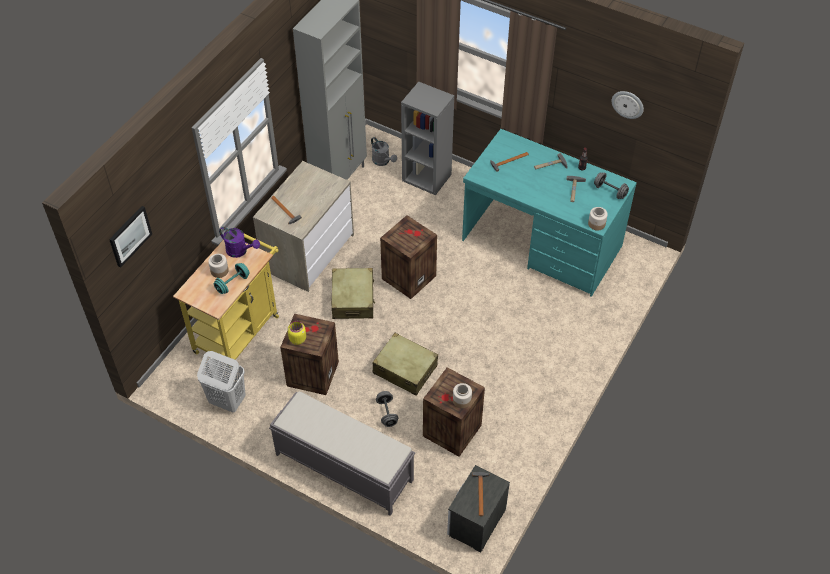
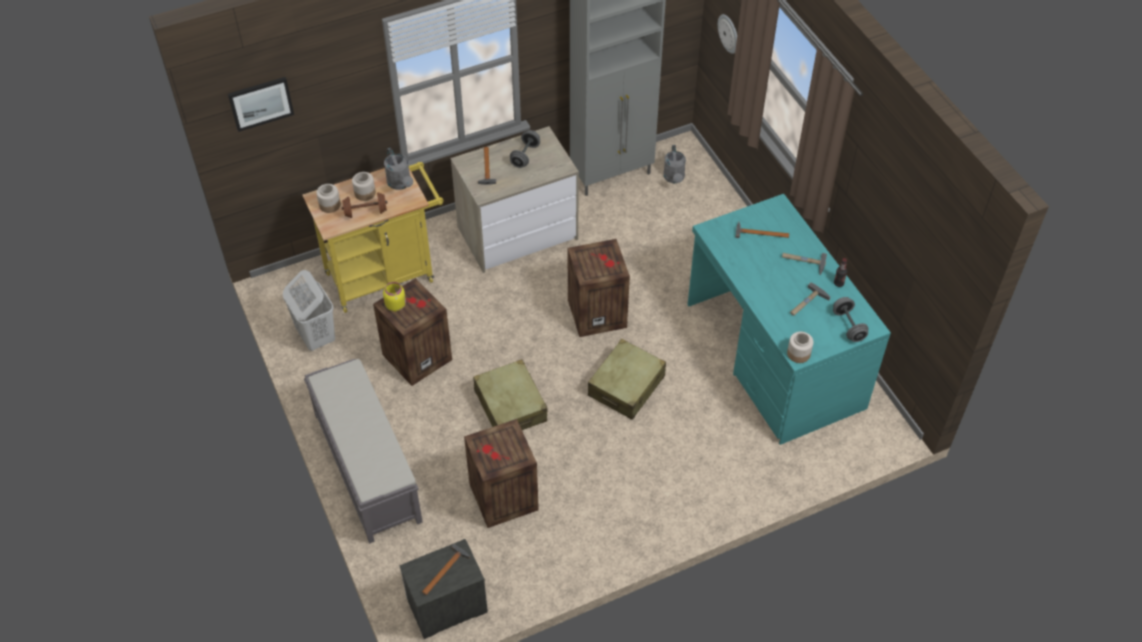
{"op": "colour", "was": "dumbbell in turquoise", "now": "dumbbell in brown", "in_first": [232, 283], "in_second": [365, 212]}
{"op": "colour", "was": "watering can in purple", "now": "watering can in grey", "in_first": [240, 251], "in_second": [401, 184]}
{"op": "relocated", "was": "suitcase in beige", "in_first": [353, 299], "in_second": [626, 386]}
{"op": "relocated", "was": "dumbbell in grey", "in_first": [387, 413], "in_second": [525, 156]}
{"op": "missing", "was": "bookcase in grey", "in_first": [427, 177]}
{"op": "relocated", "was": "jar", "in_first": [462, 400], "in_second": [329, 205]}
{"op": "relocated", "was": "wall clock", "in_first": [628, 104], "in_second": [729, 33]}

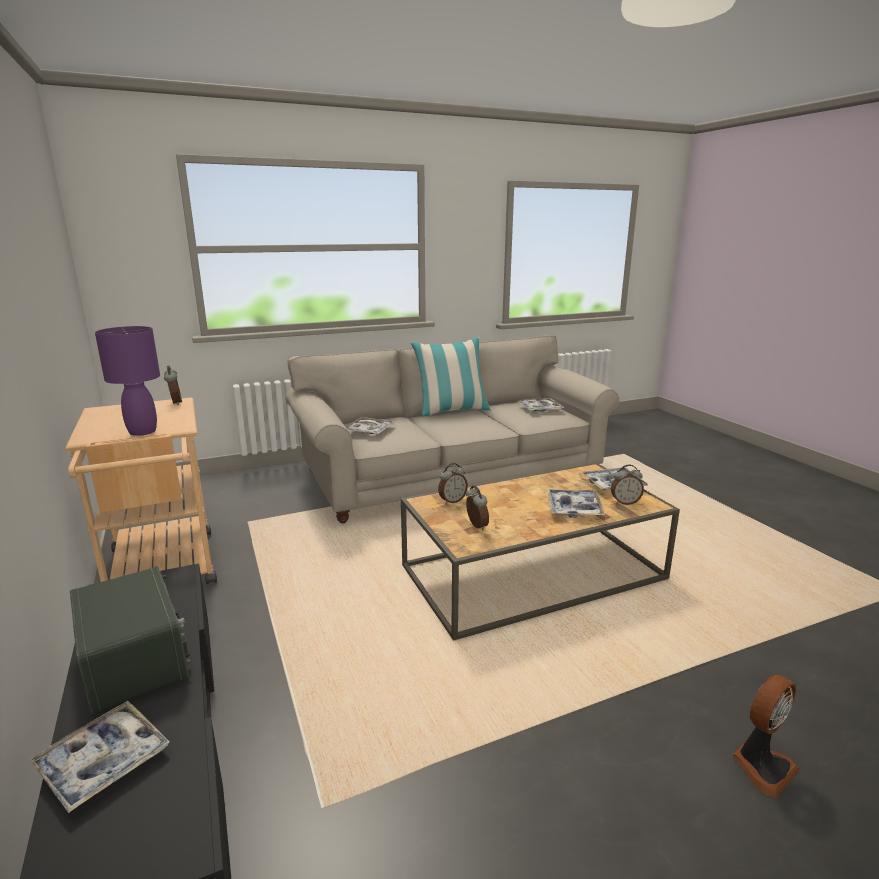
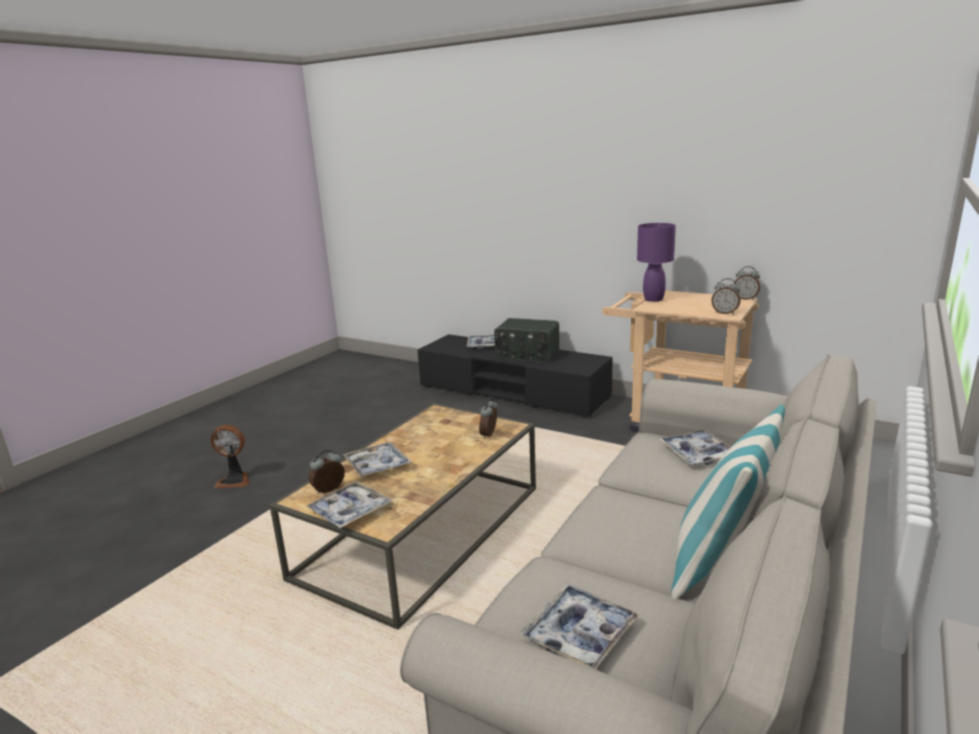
{"op": "relocated", "was": "alarm clock", "in_first": [475, 526], "in_second": [745, 299]}
{"op": "spun", "was": "fan", "in_first": [761, 766], "in_second": [235, 480], "clockwise": -105}

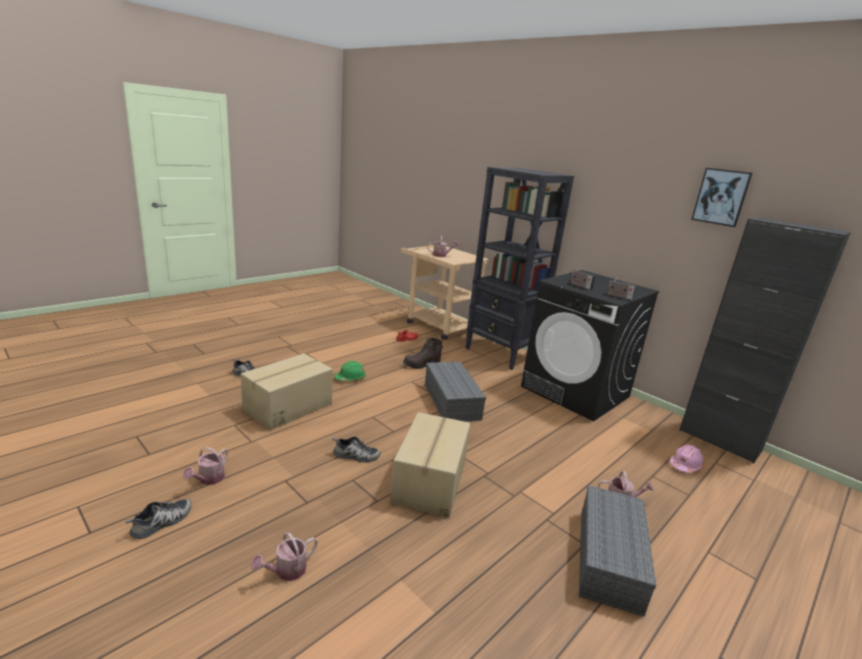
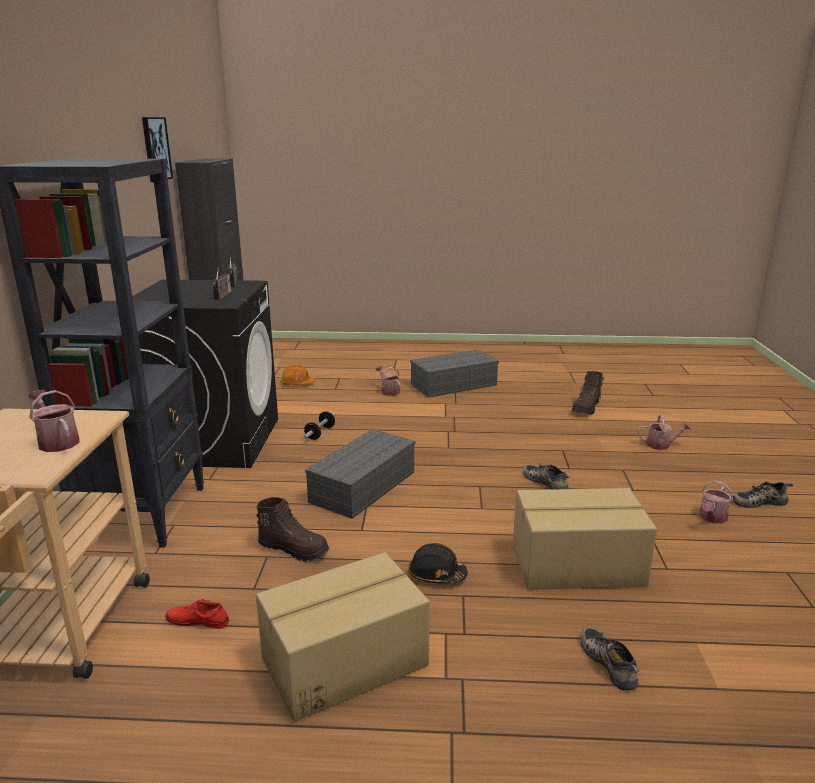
{"op": "spun", "was": "watering can", "in_first": [209, 479], "in_second": [711, 518], "clockwise": 150}
{"op": "colour", "was": "hard hat in green", "now": "hard hat in black", "in_first": [350, 378], "in_second": [436, 575]}
{"op": "relocated", "was": "cardboard box", "in_first": [431, 481], "in_second": [343, 661]}
{"op": "colour", "was": "hard hat in pink", "now": "hard hat in orange", "in_first": [685, 465], "in_second": [297, 383]}
{"op": "appeared", "now": "dumbbell", "in_second": [320, 433]}
{"op": "appeared", "now": "boot in brown", "in_second": [586, 408]}

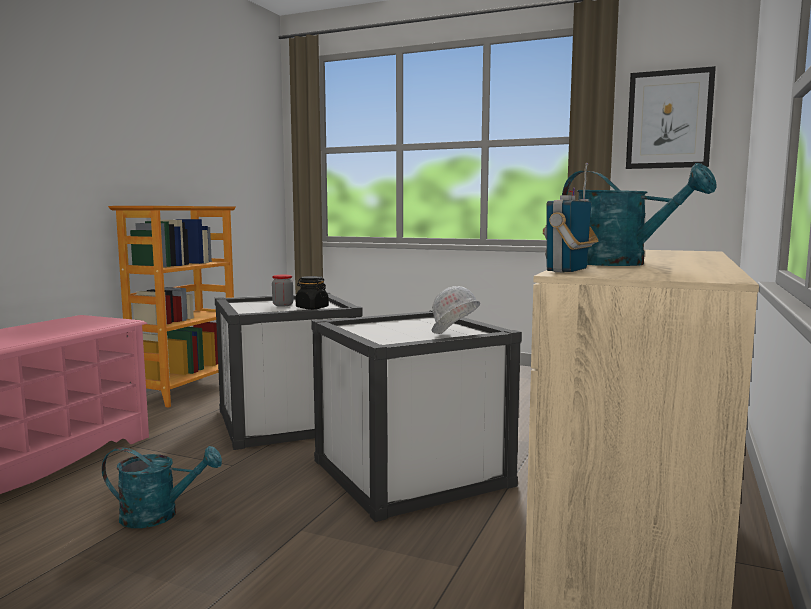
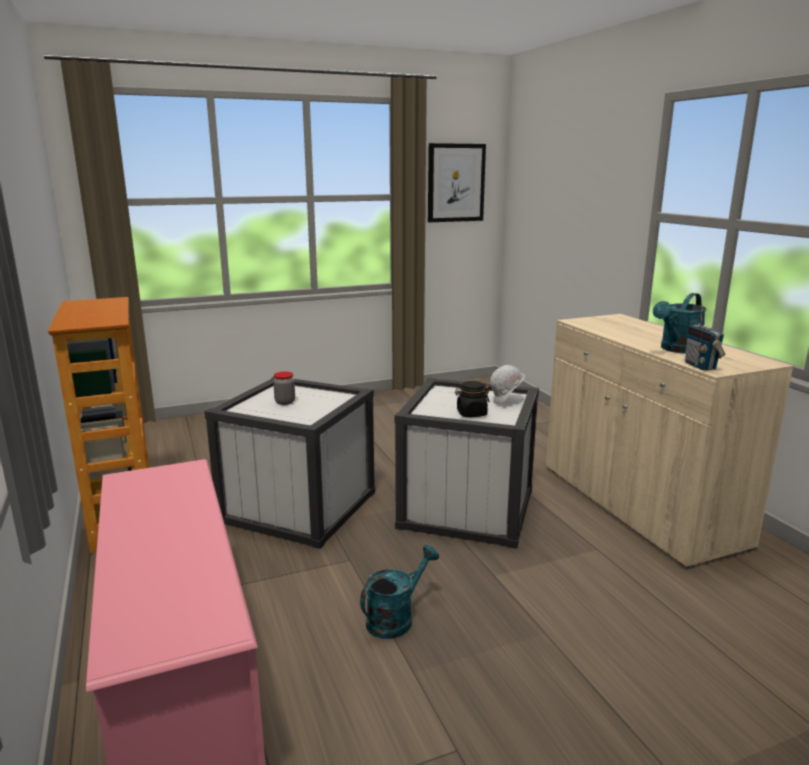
{"op": "relocated", "was": "jar in black", "in_first": [312, 308], "in_second": [471, 413]}
{"op": "spun", "was": "watering can in turquoise", "in_first": [622, 264], "in_second": [677, 350], "clockwise": 135}

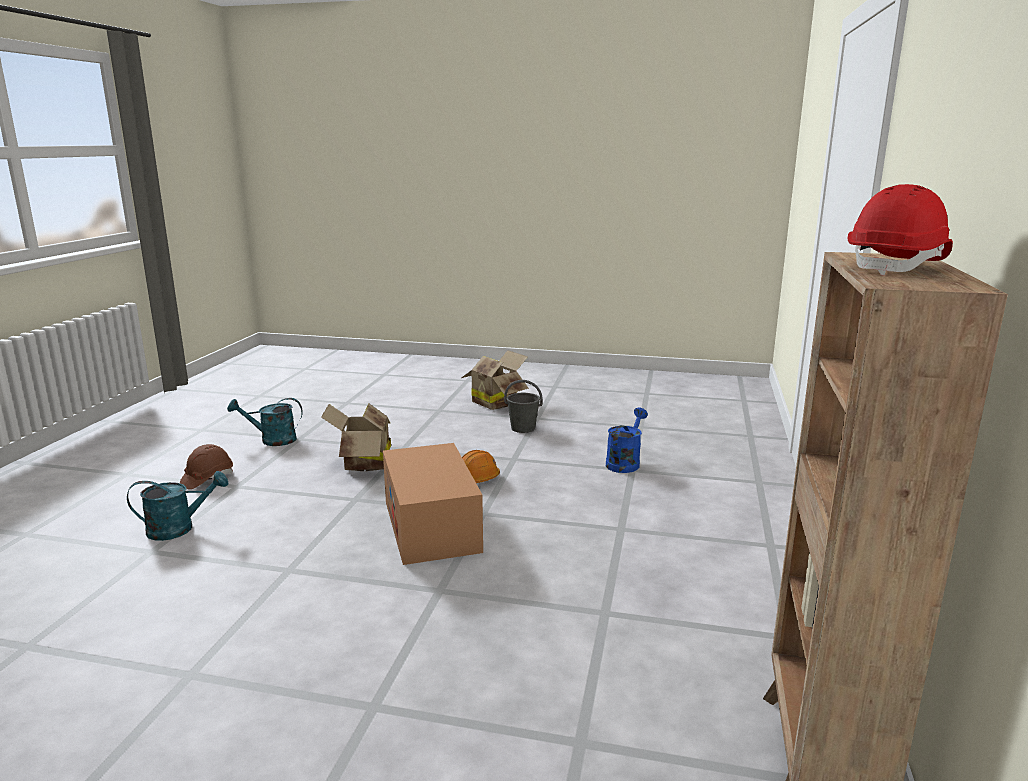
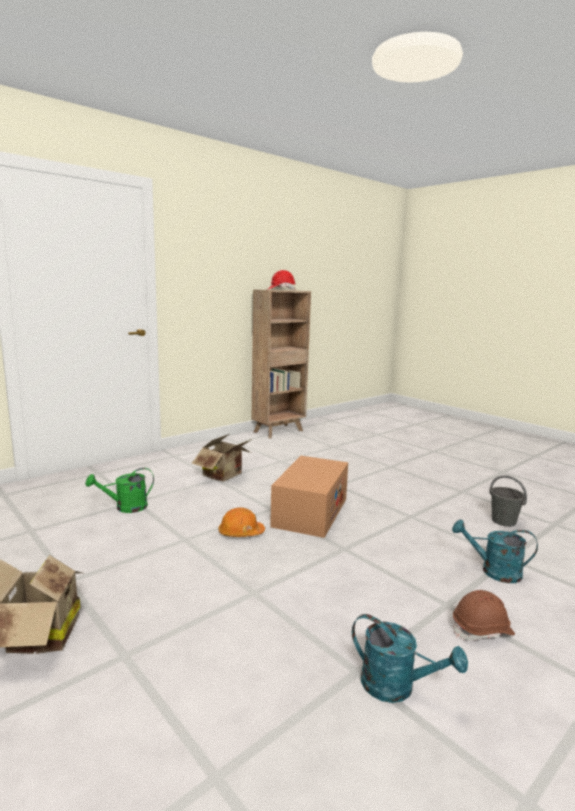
{"op": "relocated", "was": "cardboard box", "in_first": [363, 464], "in_second": [225, 476]}
{"op": "relocated", "was": "bucket in grey", "in_first": [523, 428], "in_second": [503, 521]}
{"op": "colour", "was": "watering can in blue", "now": "watering can in green", "in_first": [625, 462], "in_second": [125, 507]}

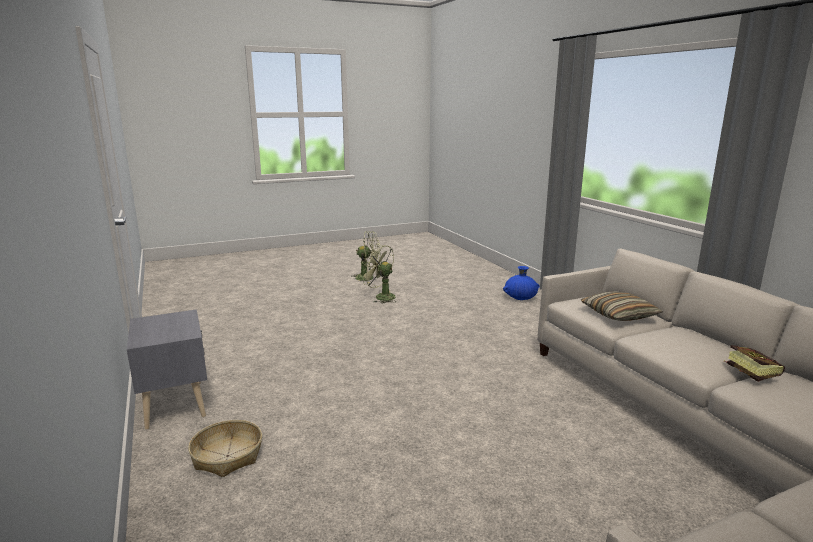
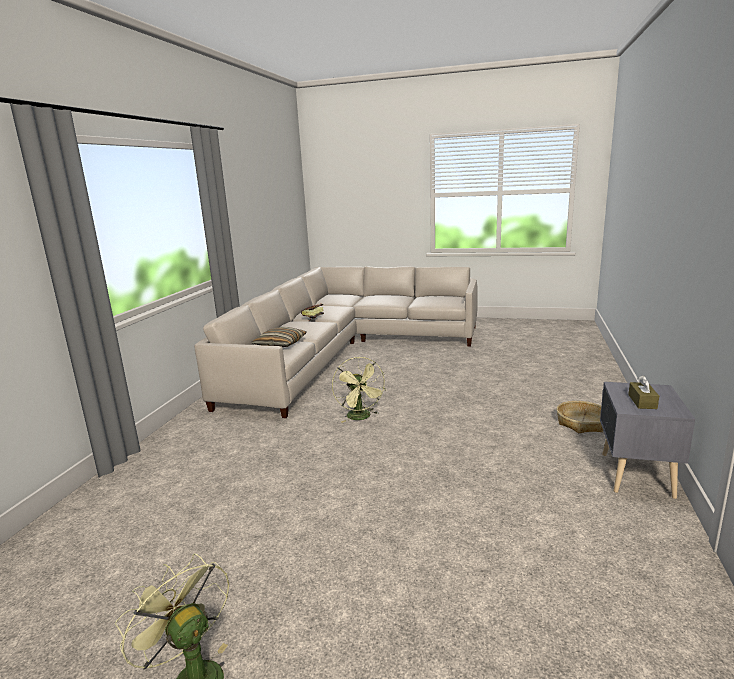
{"op": "relocated", "was": "fan in green", "in_first": [380, 297], "in_second": [361, 417]}
{"op": "missing", "was": "vase in blue", "in_first": [520, 298]}
{"op": "appeared", "now": "tissue box in brown", "in_second": [642, 401]}

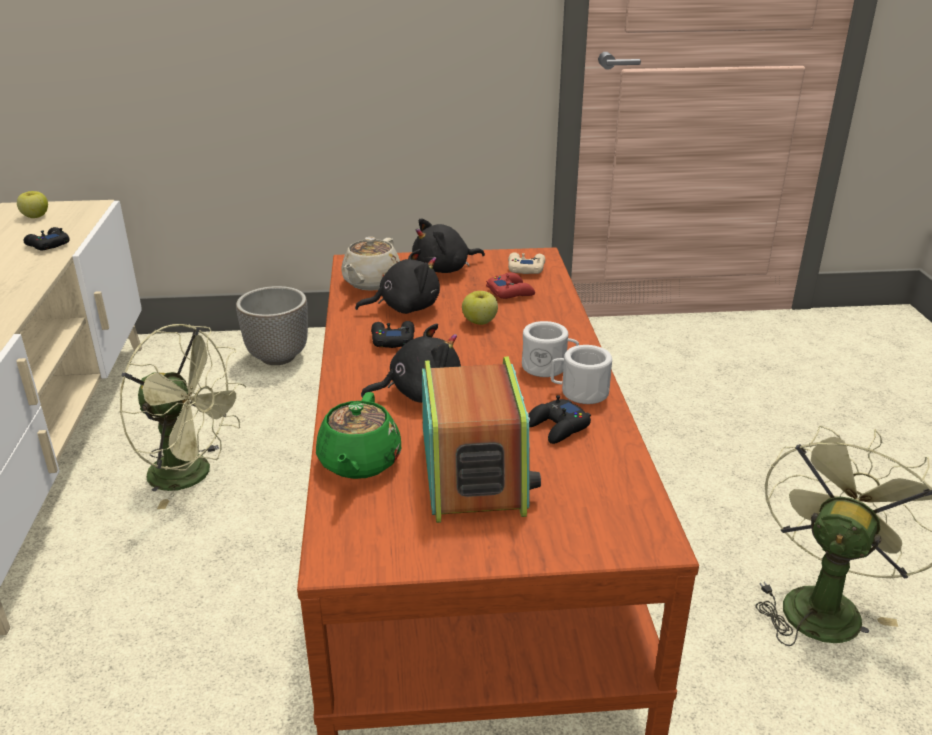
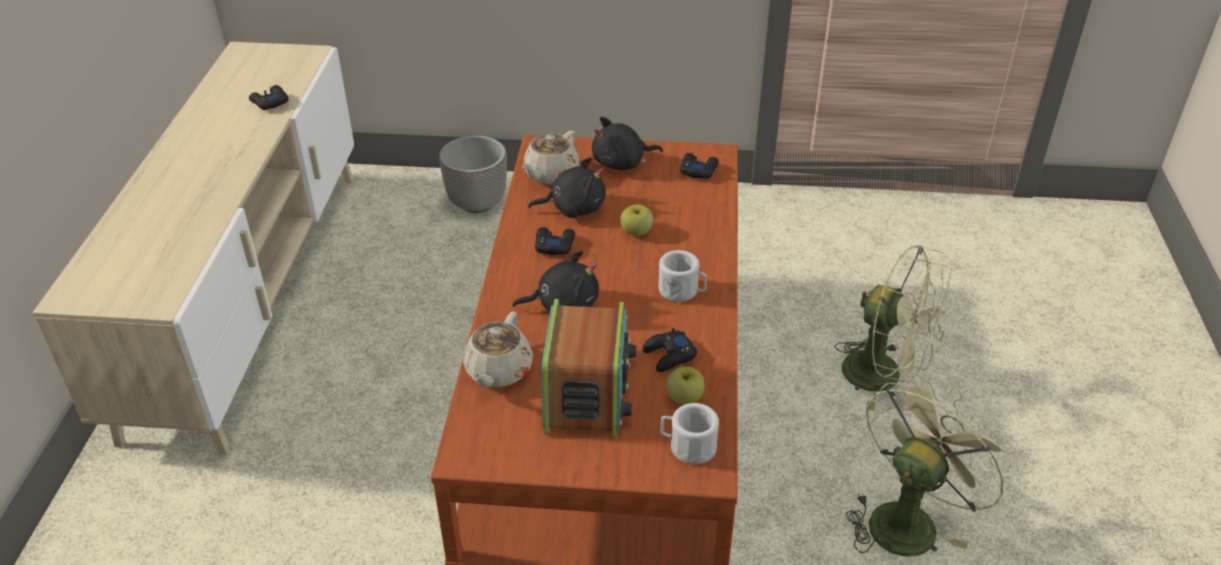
{"op": "relocated", "was": "apple", "in_first": [35, 216], "in_second": [684, 398]}
{"op": "relocated", "was": "fan in green", "in_first": [193, 475], "in_second": [885, 376]}
{"op": "colour", "was": "teapot in green", "now": "teapot in beige", "in_first": [359, 463], "in_second": [498, 371]}
{"op": "missing", "was": "game controller in red", "in_first": [510, 292]}
{"op": "colour", "was": "game controller in beige", "now": "game controller in black", "in_first": [525, 268], "in_second": [698, 170]}
{"op": "relocated", "was": "mug in white", "in_first": [579, 392], "in_second": [687, 446]}

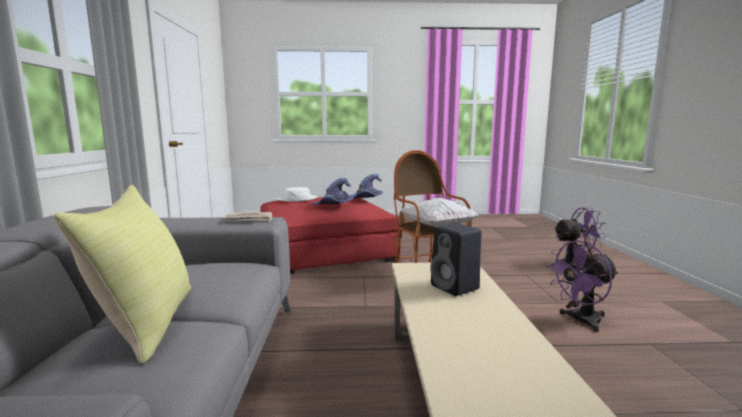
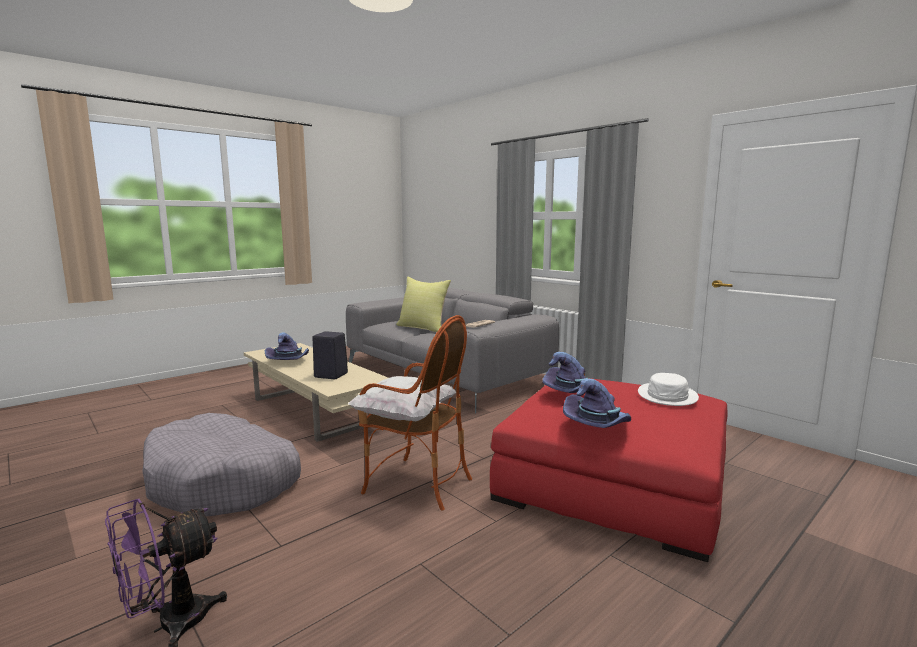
{"op": "exchanged", "was": "fan in purple", "now": "dog bed in grey", "in_first": [580, 321], "in_second": [224, 482]}
{"op": "appeared", "now": "hat in purple", "in_second": [288, 361]}

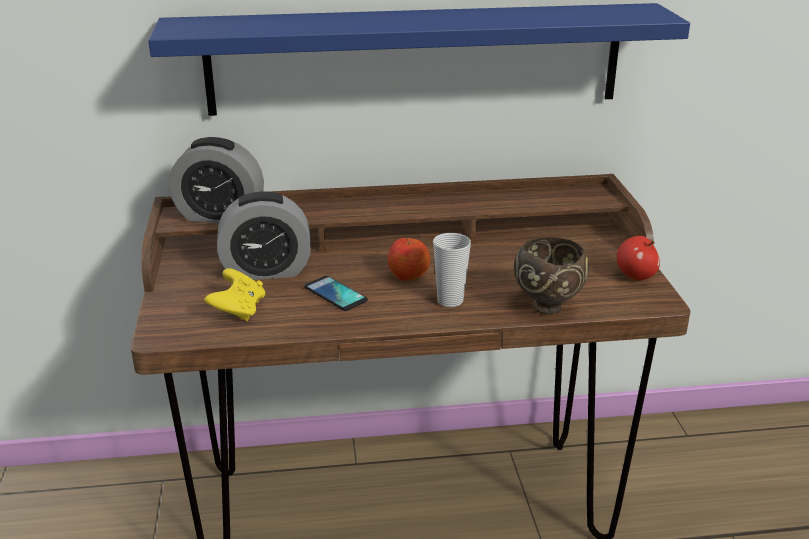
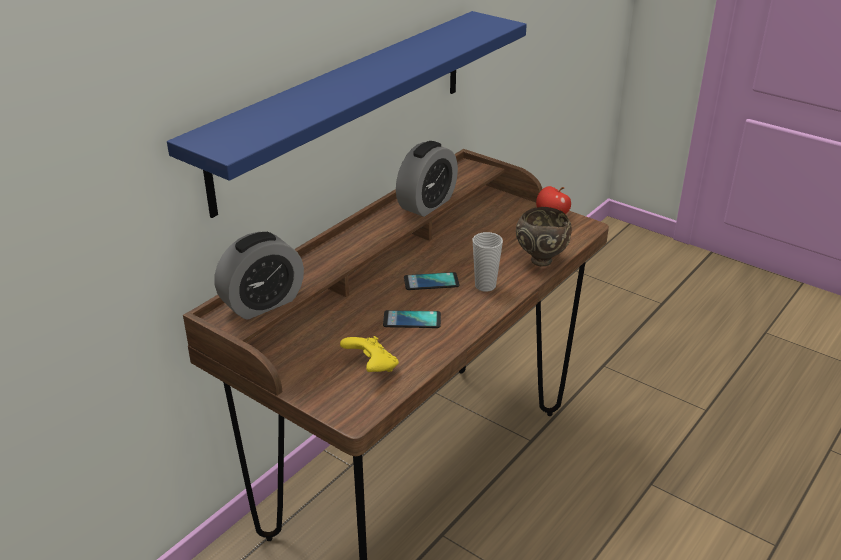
{"op": "relocated", "was": "alarm clock", "in_first": [266, 271], "in_second": [427, 204]}
{"op": "exchanged", "was": "apple", "now": "phone", "in_first": [408, 275], "in_second": [431, 282]}

